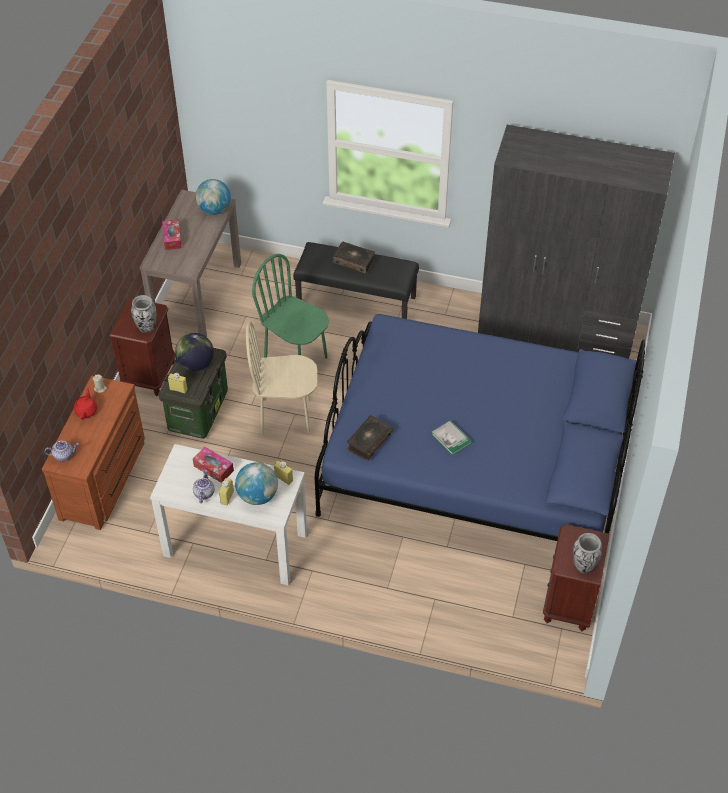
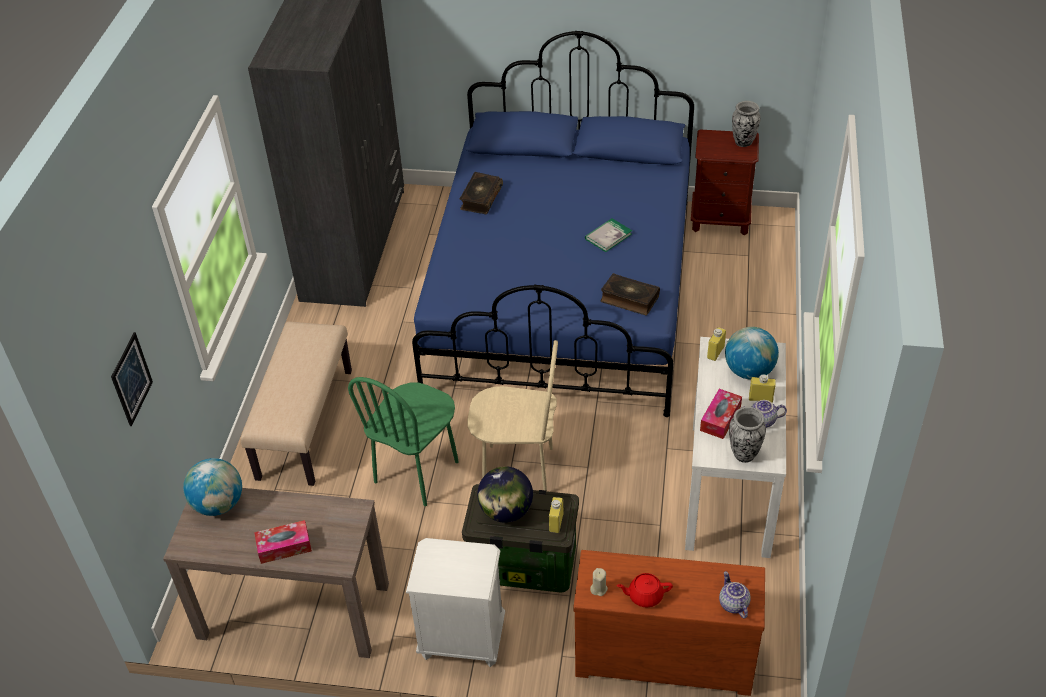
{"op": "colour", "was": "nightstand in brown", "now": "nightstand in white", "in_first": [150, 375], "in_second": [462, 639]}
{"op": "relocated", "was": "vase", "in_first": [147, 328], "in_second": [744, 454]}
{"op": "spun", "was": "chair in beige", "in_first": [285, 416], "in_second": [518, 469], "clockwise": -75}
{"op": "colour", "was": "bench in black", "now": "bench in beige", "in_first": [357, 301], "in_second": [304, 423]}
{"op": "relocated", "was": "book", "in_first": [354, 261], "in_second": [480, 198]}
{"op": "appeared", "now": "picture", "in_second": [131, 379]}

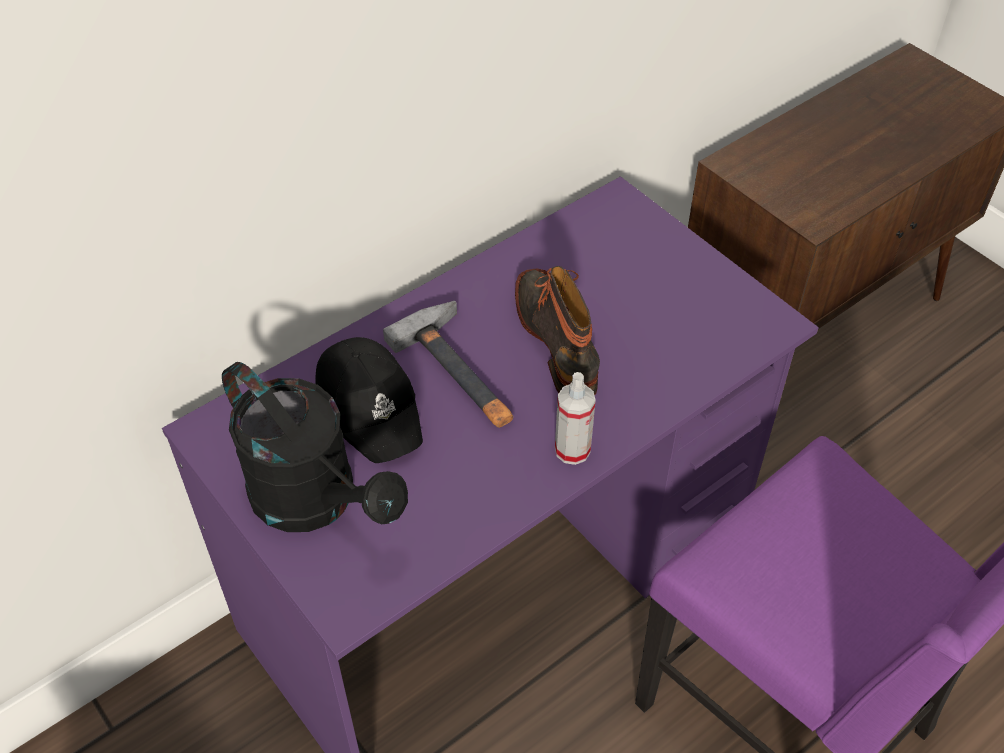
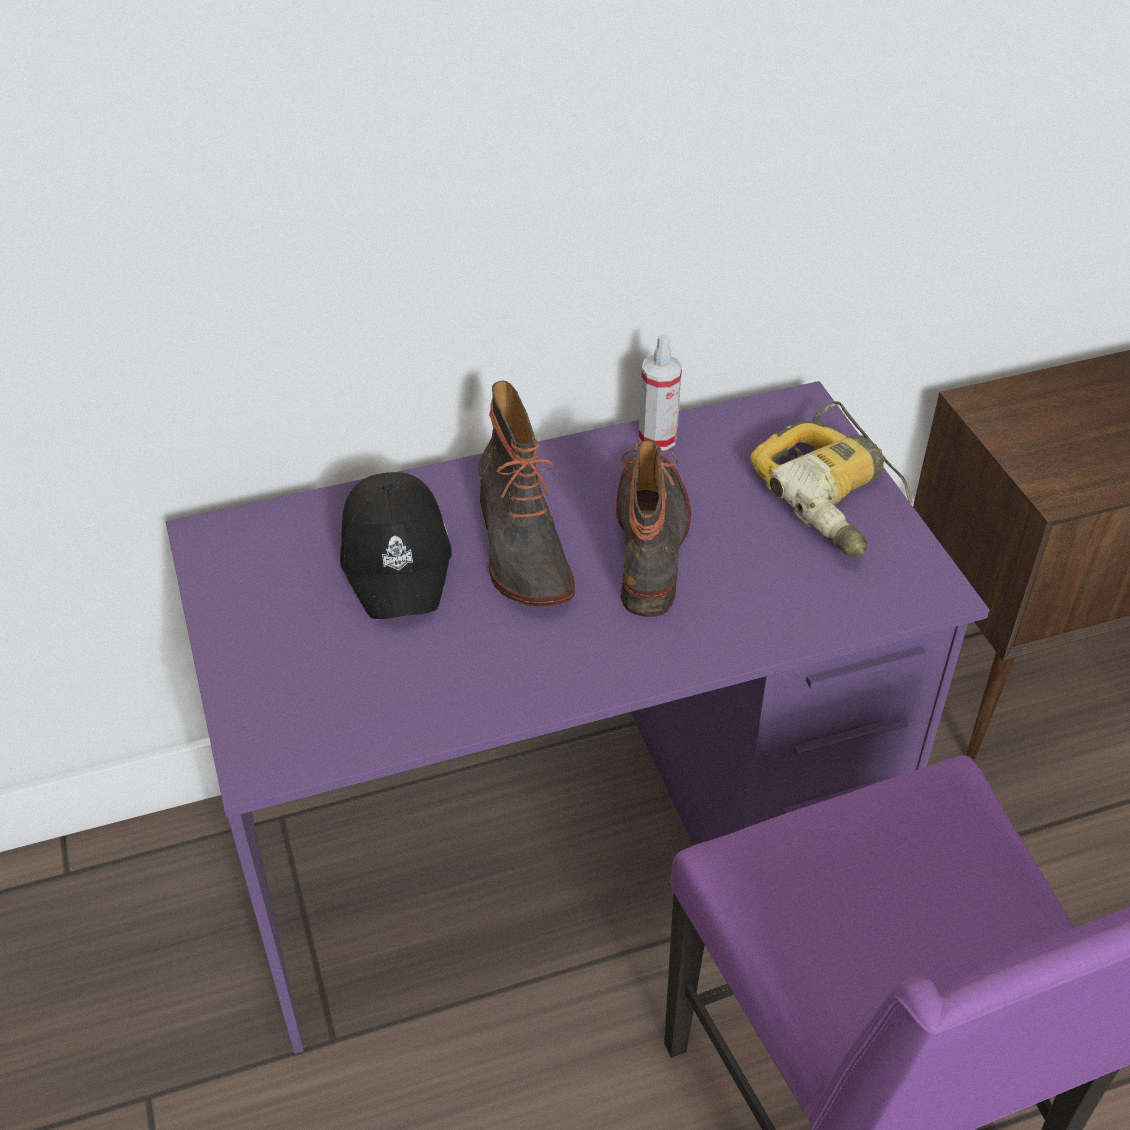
{"op": "missing", "was": "watering can in black", "in_first": [316, 501]}
{"op": "exchanged", "was": "hammer", "now": "boot", "in_first": [461, 372], "in_second": [519, 548]}
{"op": "relocated", "was": "spray bottle", "in_first": [572, 450], "in_second": [657, 438]}
{"op": "appeared", "now": "power drill", "in_second": [836, 495]}

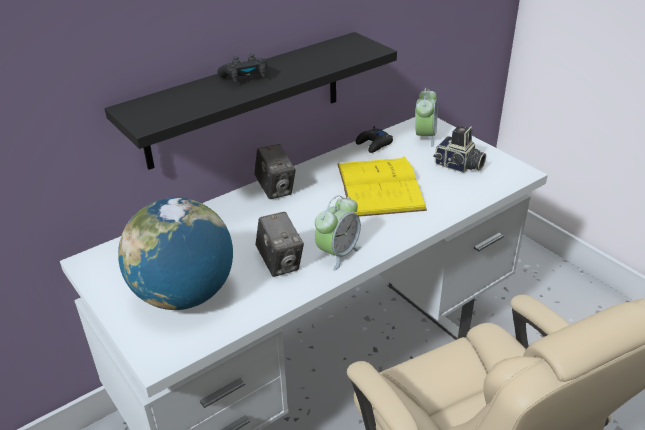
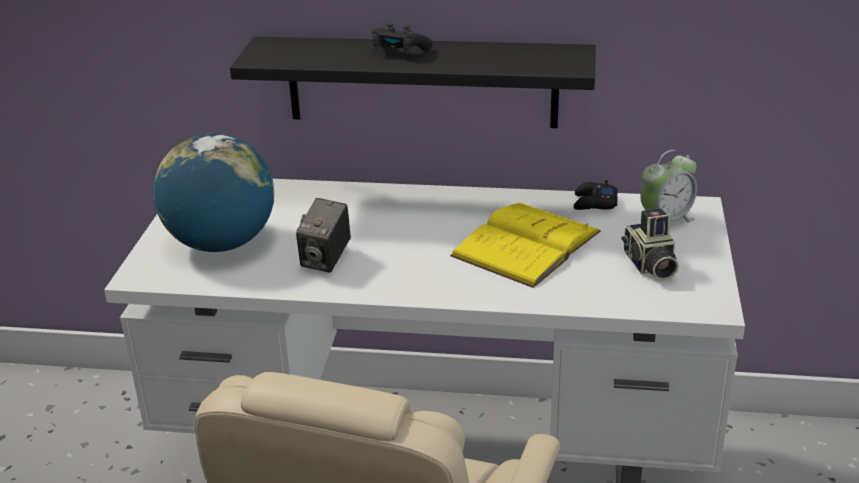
{"op": "missing", "was": "photo camera", "in_first": [275, 189]}
{"op": "missing", "was": "alarm clock", "in_first": [338, 253]}

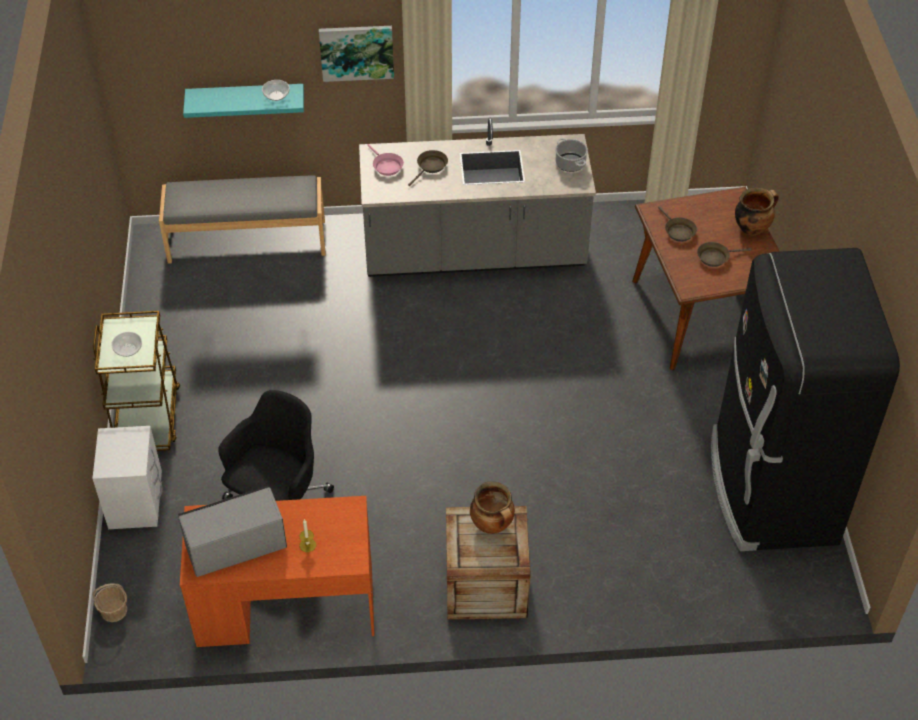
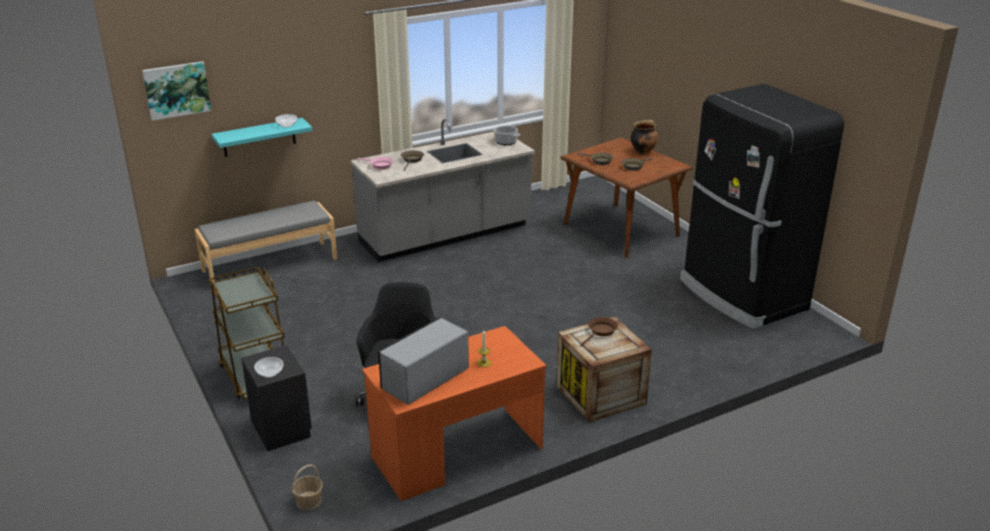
{"op": "colour", "was": "nightstand in white", "now": "nightstand in black", "in_first": [135, 503], "in_second": [281, 428]}
{"op": "relocated", "was": "bowl", "in_first": [128, 350], "in_second": [270, 373]}
{"op": "relocated", "was": "picture", "in_first": [356, 52], "in_second": [177, 90]}
{"op": "exchanged", "was": "cooking pot", "now": "frying pan in brown", "in_first": [492, 525], "in_second": [601, 331]}

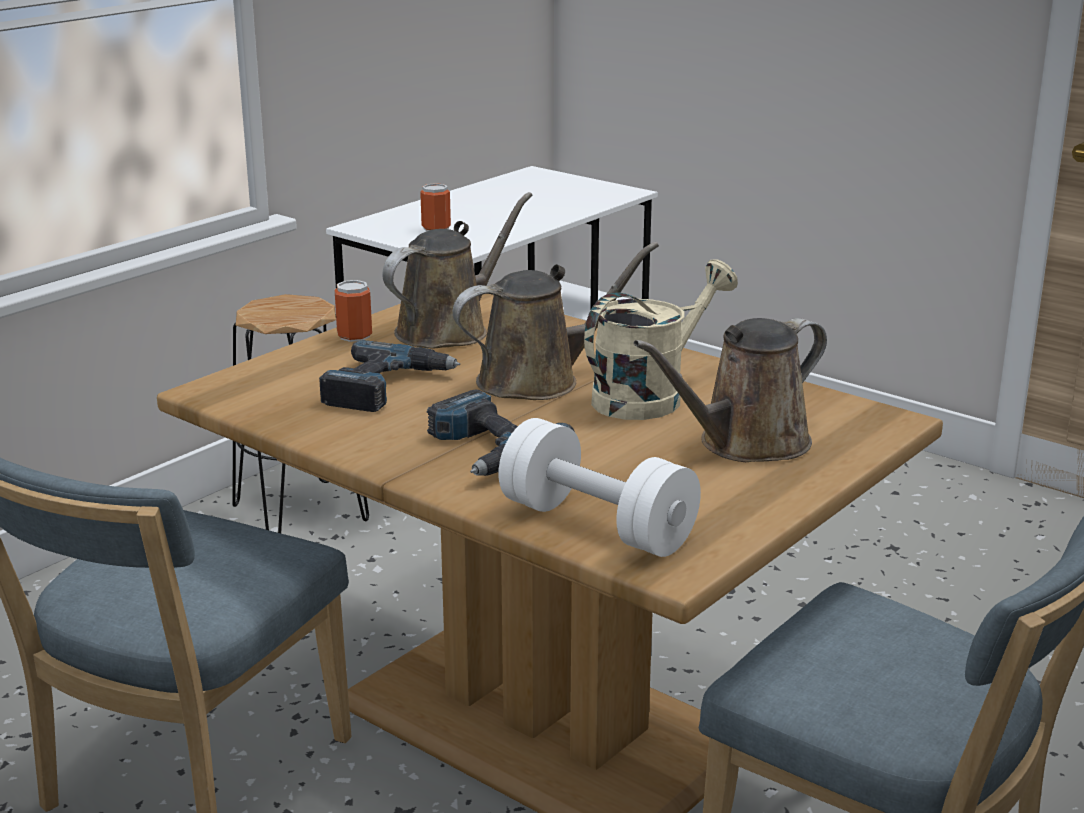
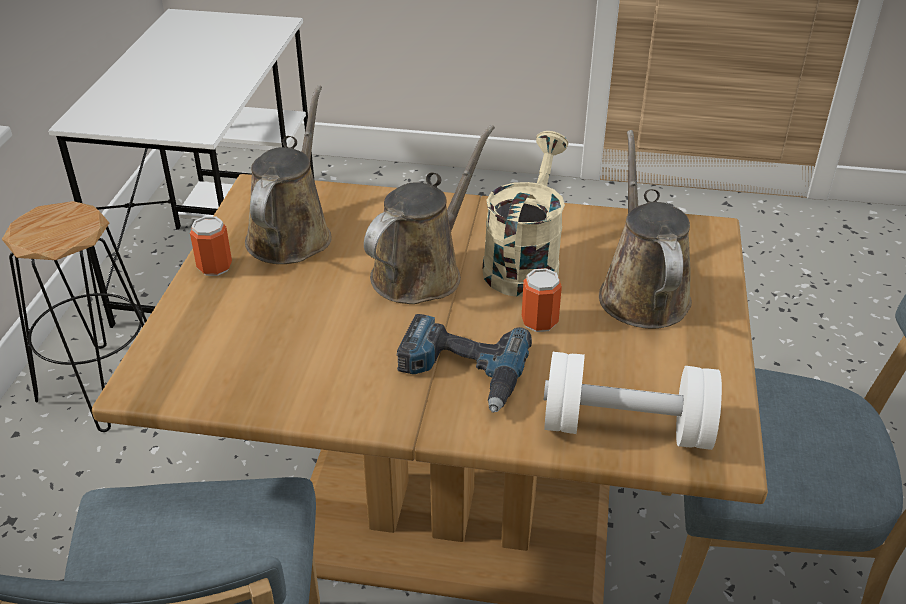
{"op": "missing", "was": "power drill", "in_first": [386, 387]}
{"op": "relocated", "was": "can", "in_first": [436, 228], "in_second": [539, 321]}
{"op": "spun", "was": "watering can in brown", "in_first": [745, 444], "in_second": [641, 292], "clockwise": 150}

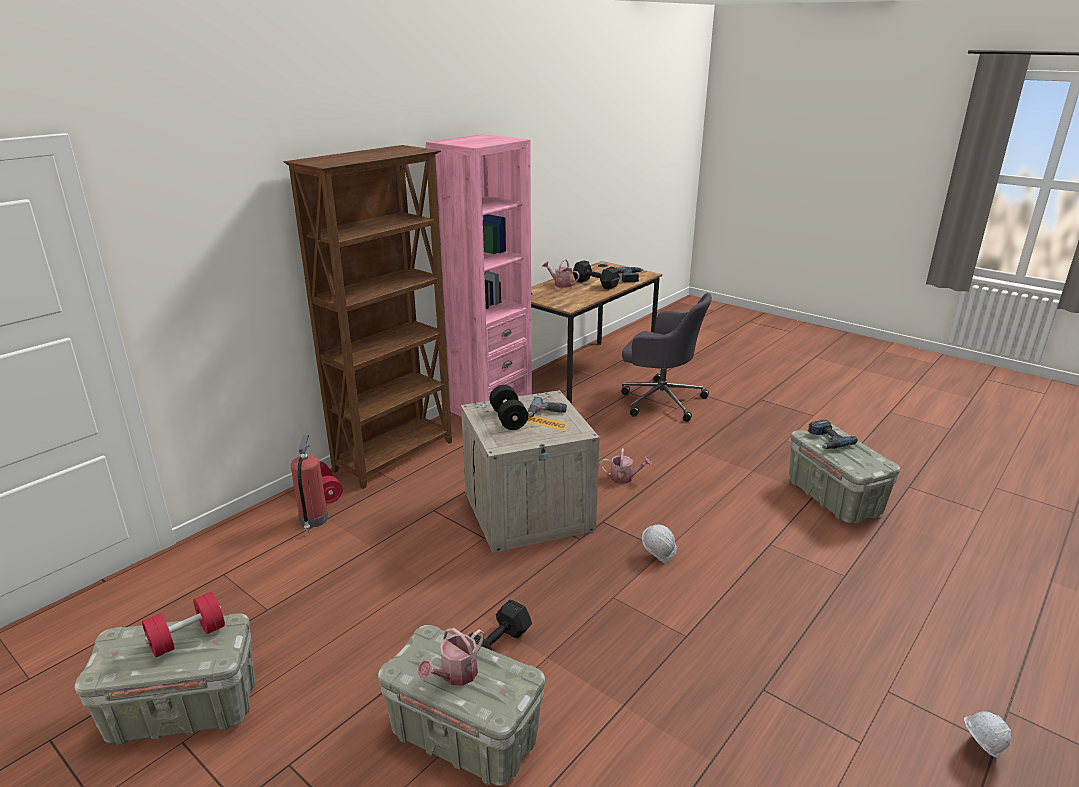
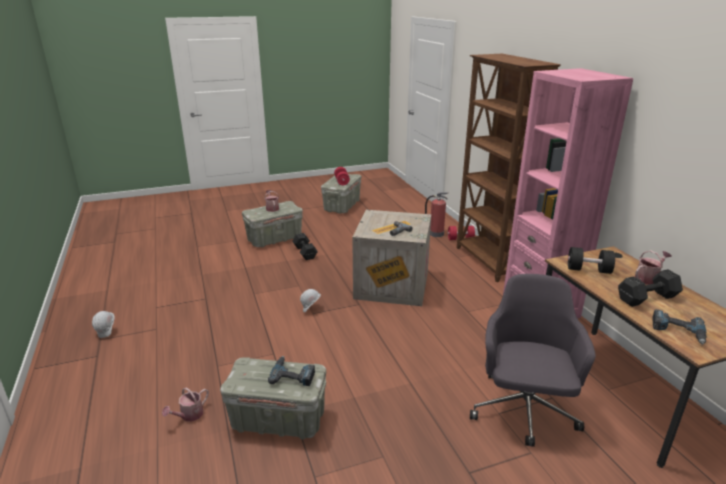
{"op": "relocated", "was": "dumbbell in black", "in_first": [508, 419], "in_second": [588, 270]}
{"op": "relocated", "was": "watering can", "in_first": [624, 478], "in_second": [189, 415]}
{"op": "spun", "was": "office chair in grey", "in_first": [660, 400], "in_second": [523, 411], "clockwise": 135}

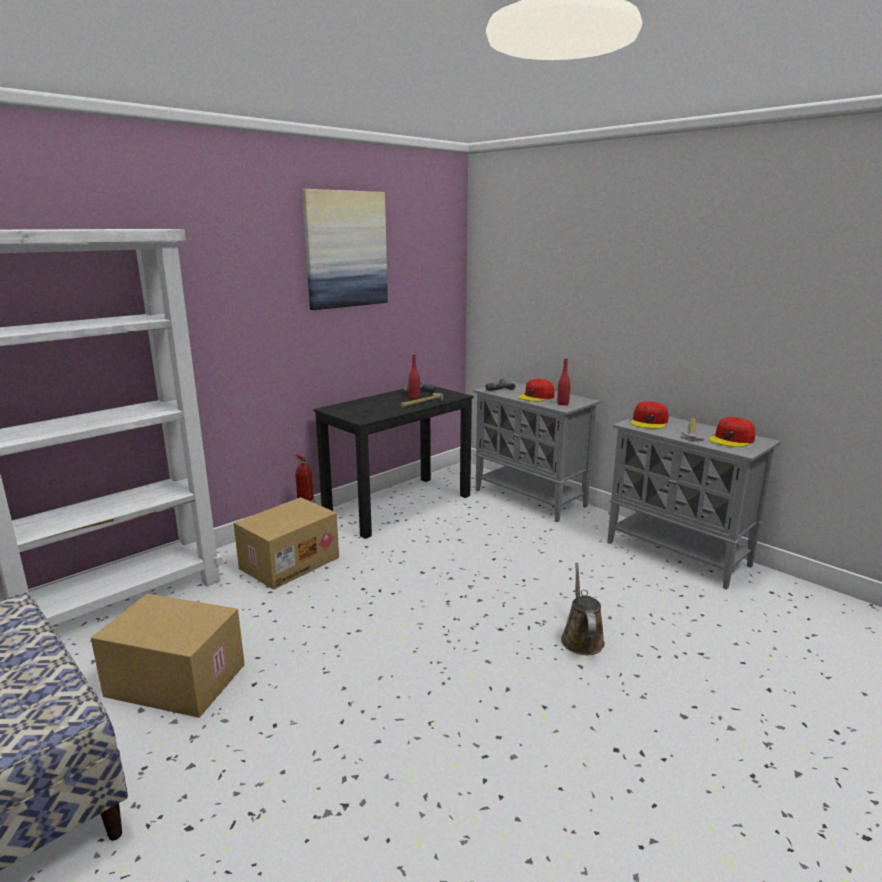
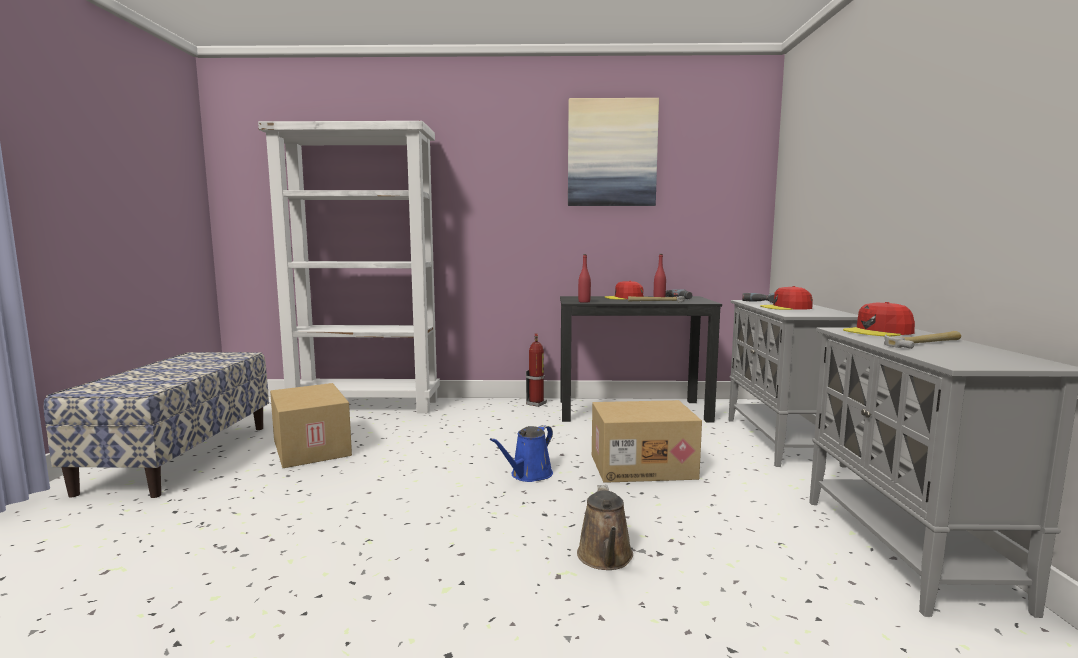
{"op": "relocated", "was": "cardboard box", "in_first": [289, 562], "in_second": [643, 466]}
{"op": "relocated", "was": "bottle in red", "in_first": [563, 404], "in_second": [584, 302]}
{"op": "spun", "was": "watering can in brown", "in_first": [581, 638], "in_second": [605, 558], "clockwise": 135}
{"op": "relocated", "was": "cap in red", "in_first": [731, 440], "in_second": [624, 298]}
{"op": "appeared", "now": "watering can in blue", "in_second": [528, 475]}

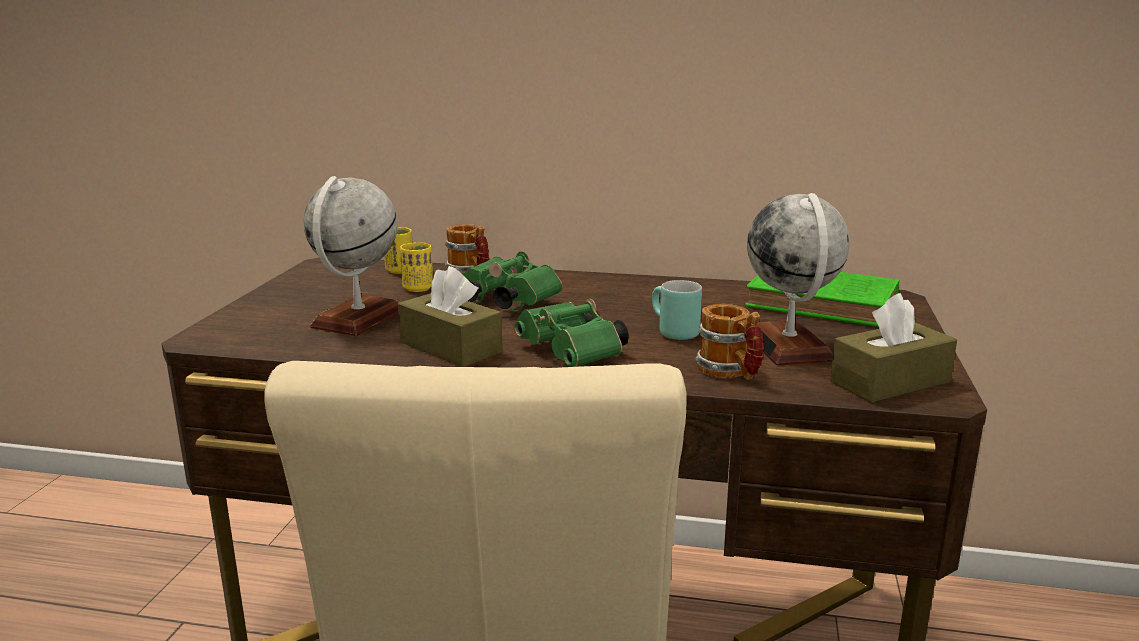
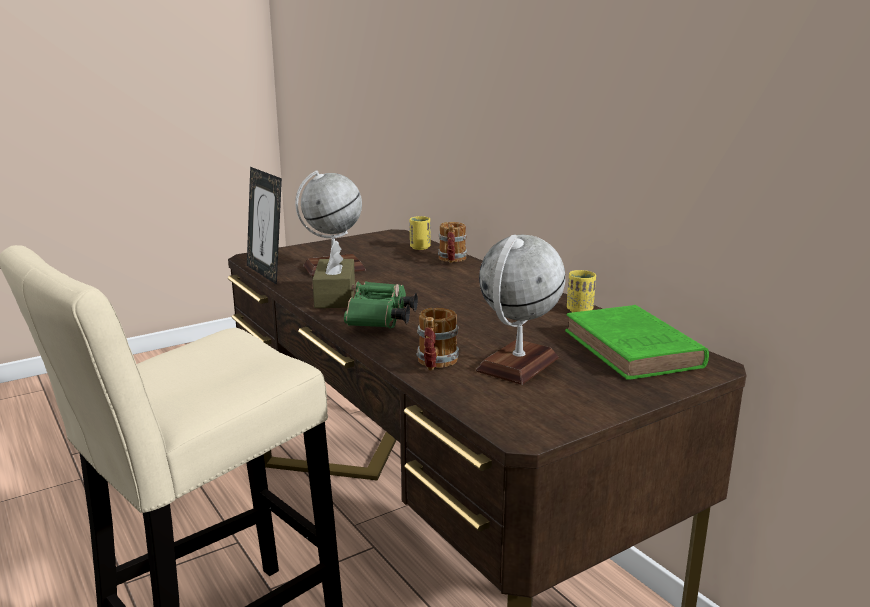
{"op": "relocated", "was": "cup in yellow", "in_first": [418, 288], "in_second": [579, 310]}
{"op": "missing", "was": "binoculars in green", "in_first": [505, 302]}
{"op": "missing", "was": "mug in turquoise", "in_first": [670, 332]}
{"op": "missing", "was": "tissue box in brown", "in_first": [890, 382]}
{"op": "appeared", "now": "picture frame", "in_second": [267, 273]}

